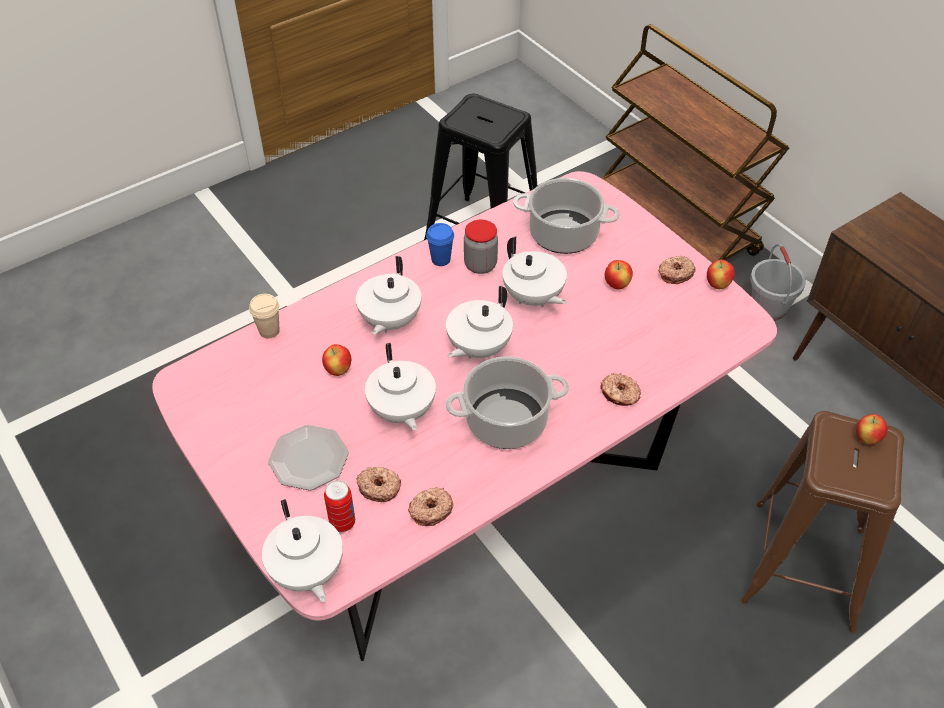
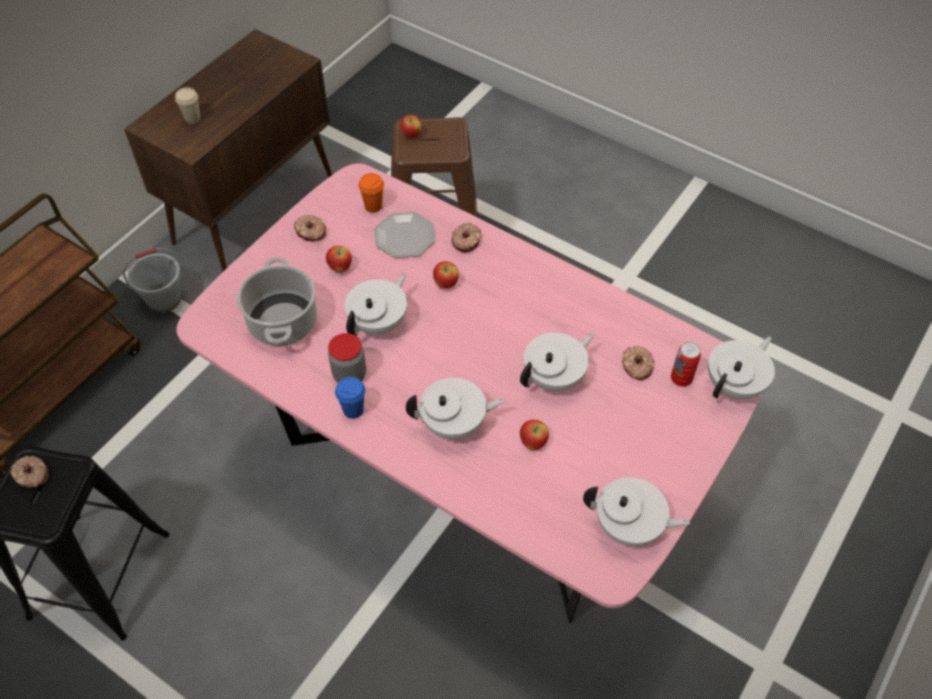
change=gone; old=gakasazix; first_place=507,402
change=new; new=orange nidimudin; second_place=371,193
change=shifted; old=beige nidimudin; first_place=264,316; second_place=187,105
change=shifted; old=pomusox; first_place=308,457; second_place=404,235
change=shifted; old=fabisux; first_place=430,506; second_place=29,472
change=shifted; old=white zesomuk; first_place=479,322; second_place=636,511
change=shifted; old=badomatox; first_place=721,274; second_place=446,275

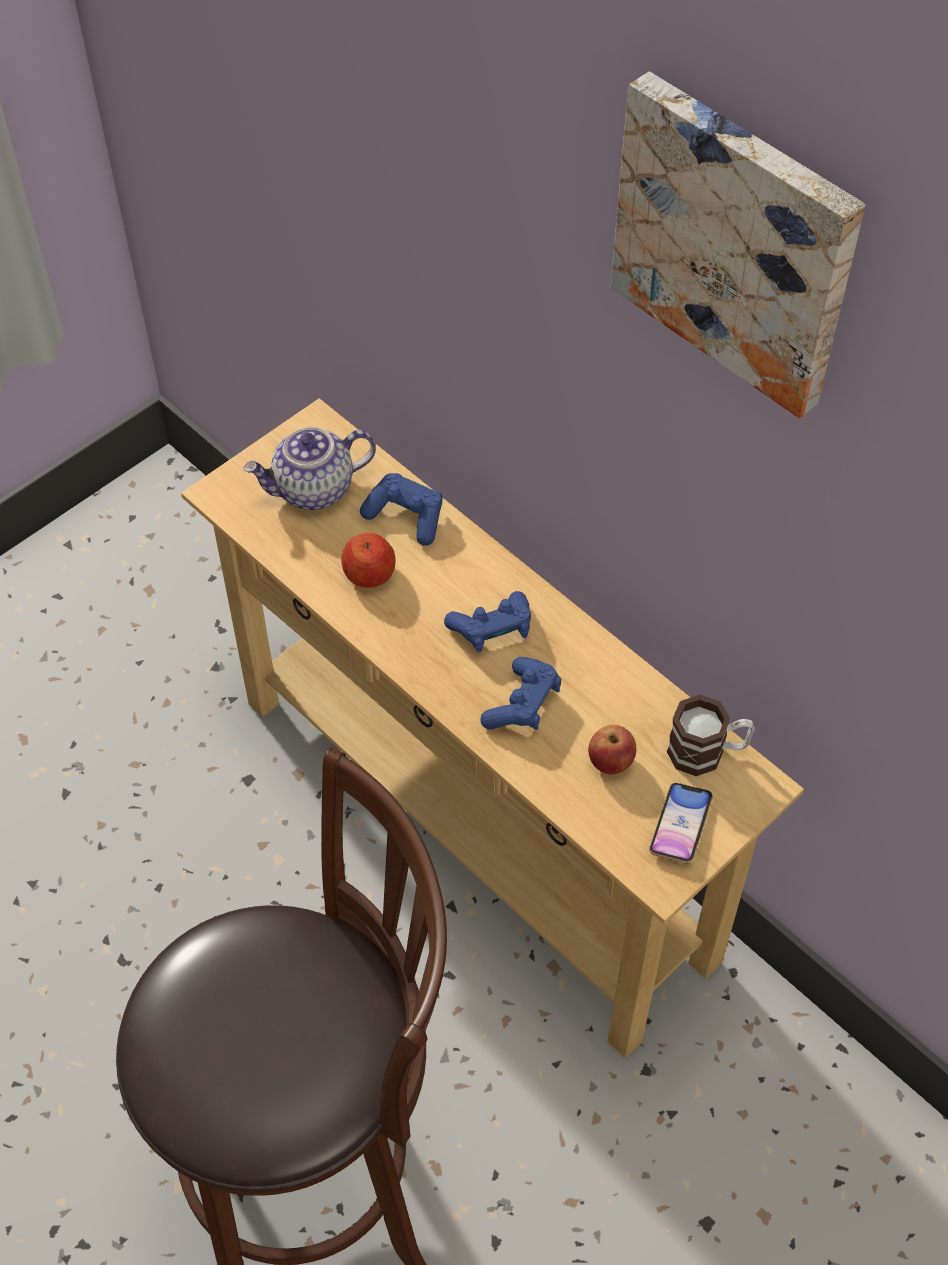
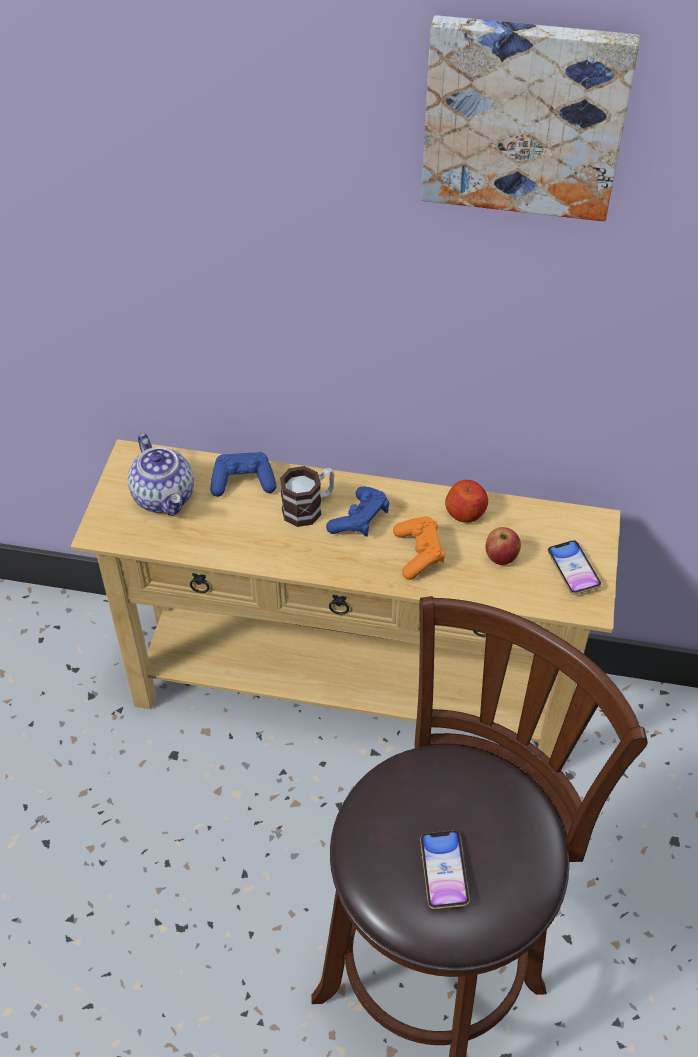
change=new; new=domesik; second_place=445,869
change=shifted; old=badomatox; first_place=368,560; second_place=466,501
change=shifted; old=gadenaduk; first_place=711,736; second_place=307,496
change=repainted; old=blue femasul; new=orange femasul; first_place=520,693; second_place=419,548
change=rotated; old=zesomuk; first_place=309,468; second_place=161,475; degrees=-60

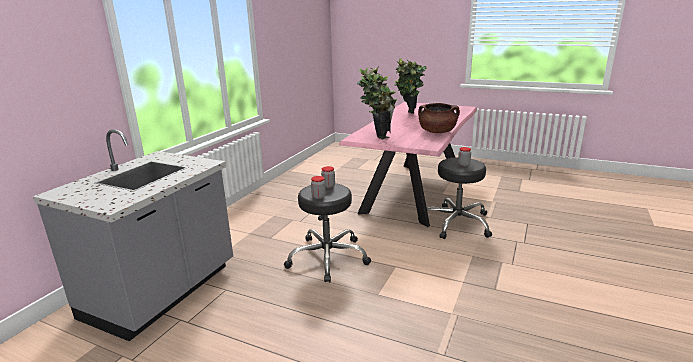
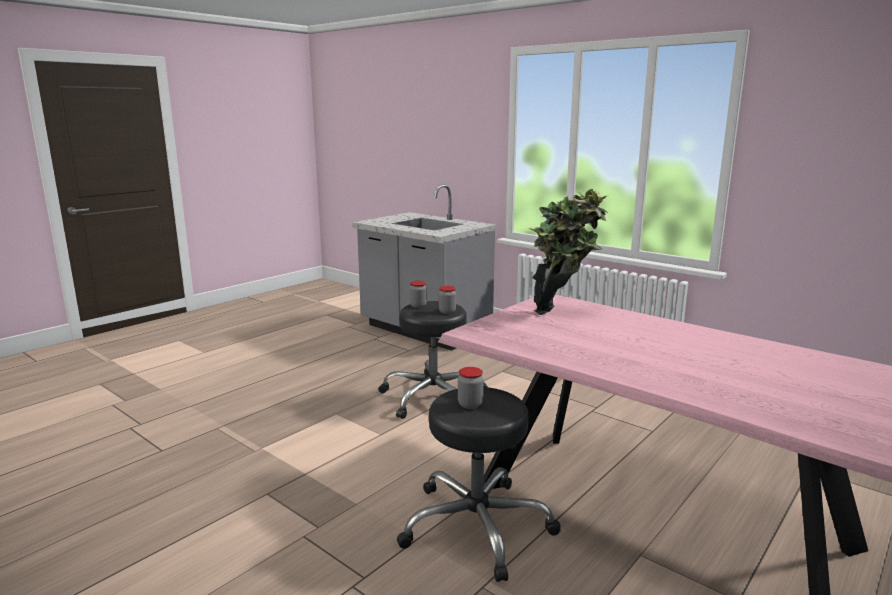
change=gone; old=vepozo; first_place=410,86
change=gone; old=brown gakasazix; first_place=439,118

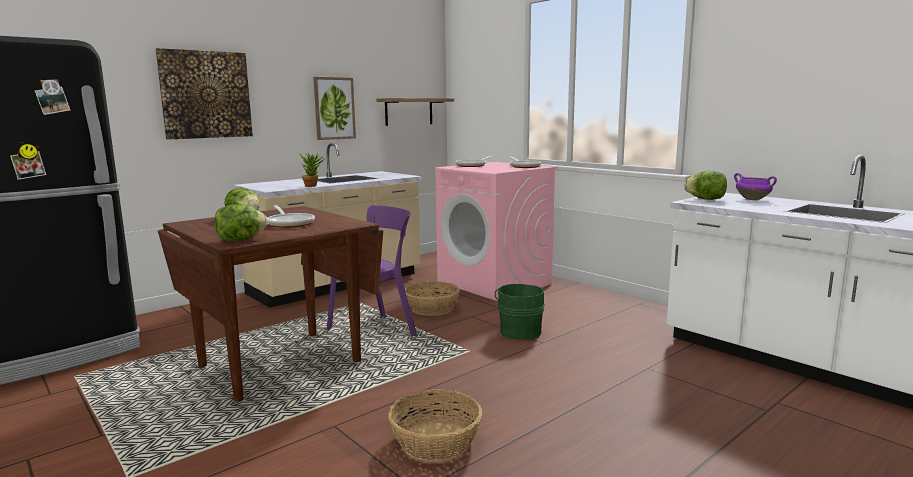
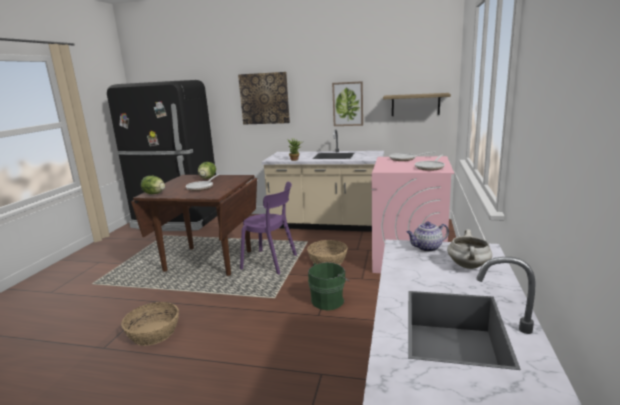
change=swapped; old=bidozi; new=zesomuk; first_place=705,185; second_place=427,236
change=repainted; old=purple gakasazix; new=white gakasazix; first_place=755,186; second_place=469,249

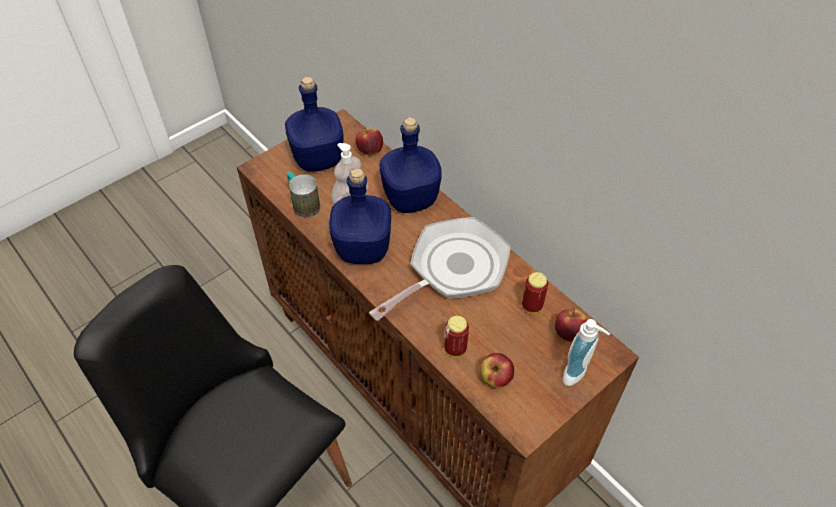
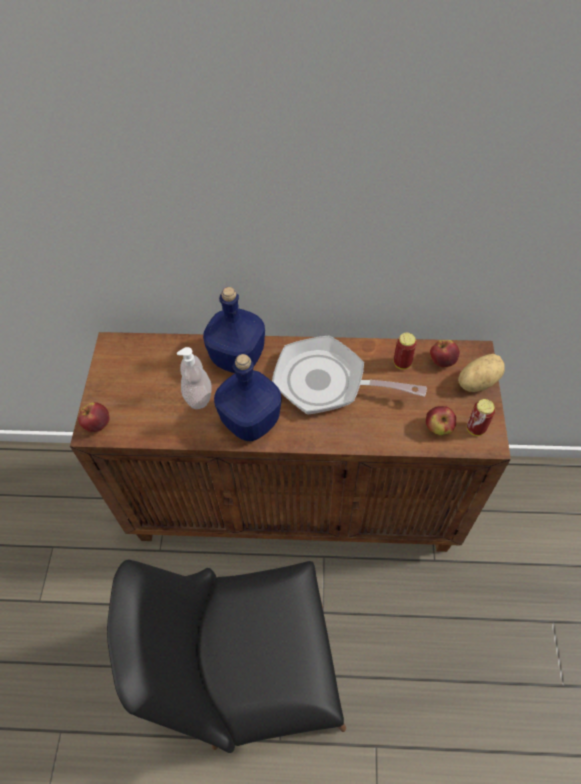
change=gone; old=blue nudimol; first_place=314,124
change=gone; old=gadenaduk; first_place=303,195
change=shifted; old=badomatox; first_place=369,141; second_place=93,417
change=shifted; old=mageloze; first_place=456,336; second_place=481,417
change=swapped; old=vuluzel; new=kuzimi; first_place=586,352; second_place=481,373
change=rotated; old=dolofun; first_place=440,269; second_place=349,375; degrees=-75

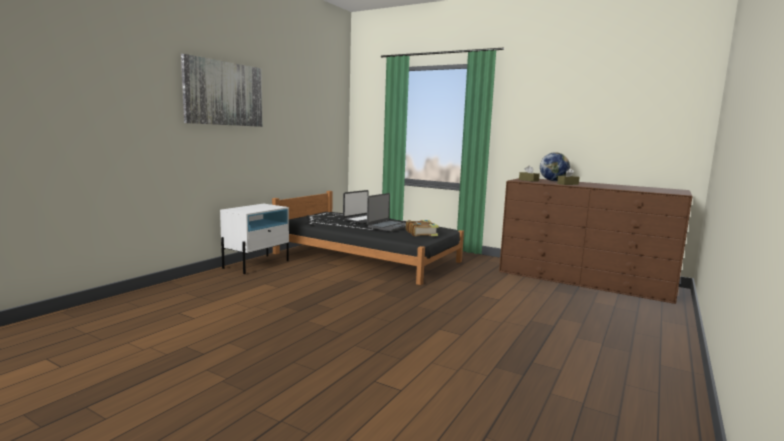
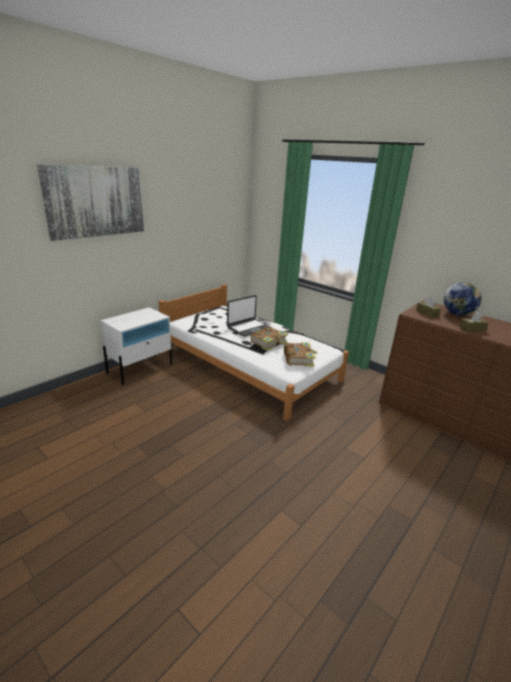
change=swapped; old=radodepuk; new=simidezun; first_place=386,212; second_place=269,339
change=repainted; old=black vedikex; new=white vedikex; first_place=368,238; second_place=254,352

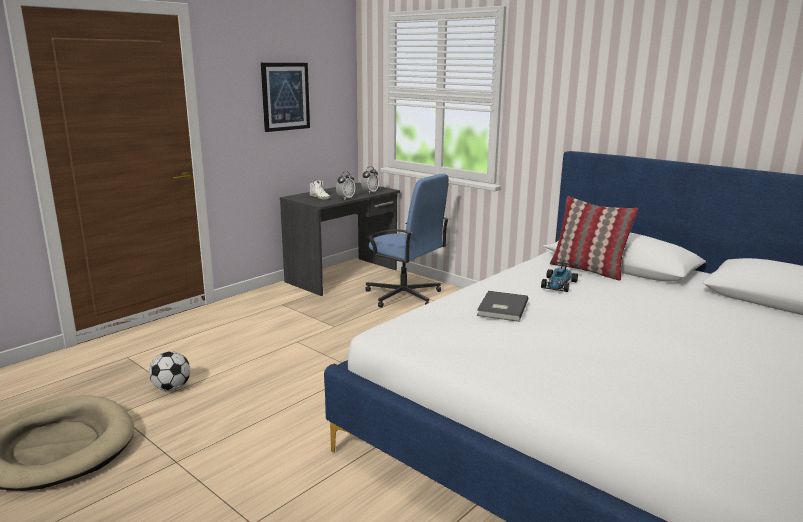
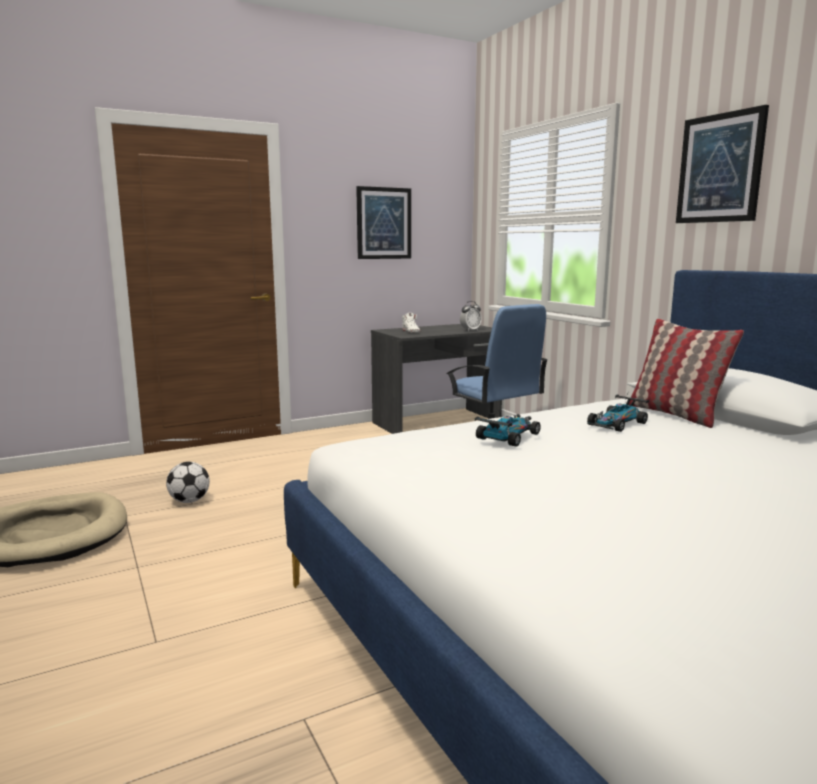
change=gone; old=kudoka; first_place=345,185
change=new; new=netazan; second_place=722,164
change=swapped; old=grey simidezun; new=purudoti; first_place=502,306; second_place=508,430

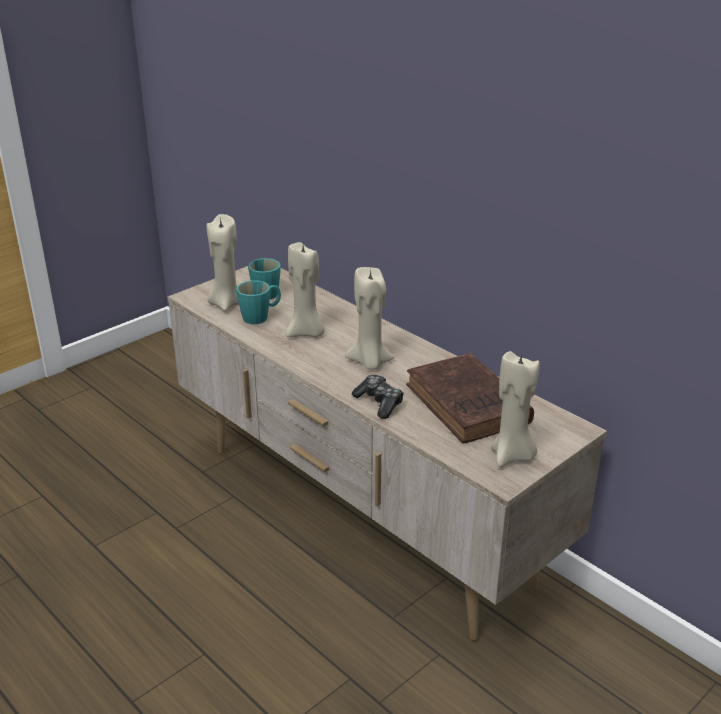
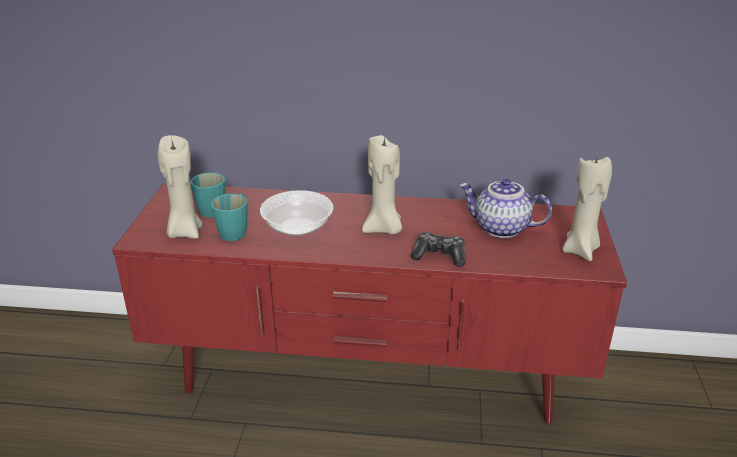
change=swapped; old=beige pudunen; new=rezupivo; first_place=305,289; second_place=296,213
change=swapped; old=brown simidezun; new=zesomuk; first_place=470,398; second_place=505,208
change=repainted; old=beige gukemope; new=red gukemope; first_place=387,453; second_place=369,303

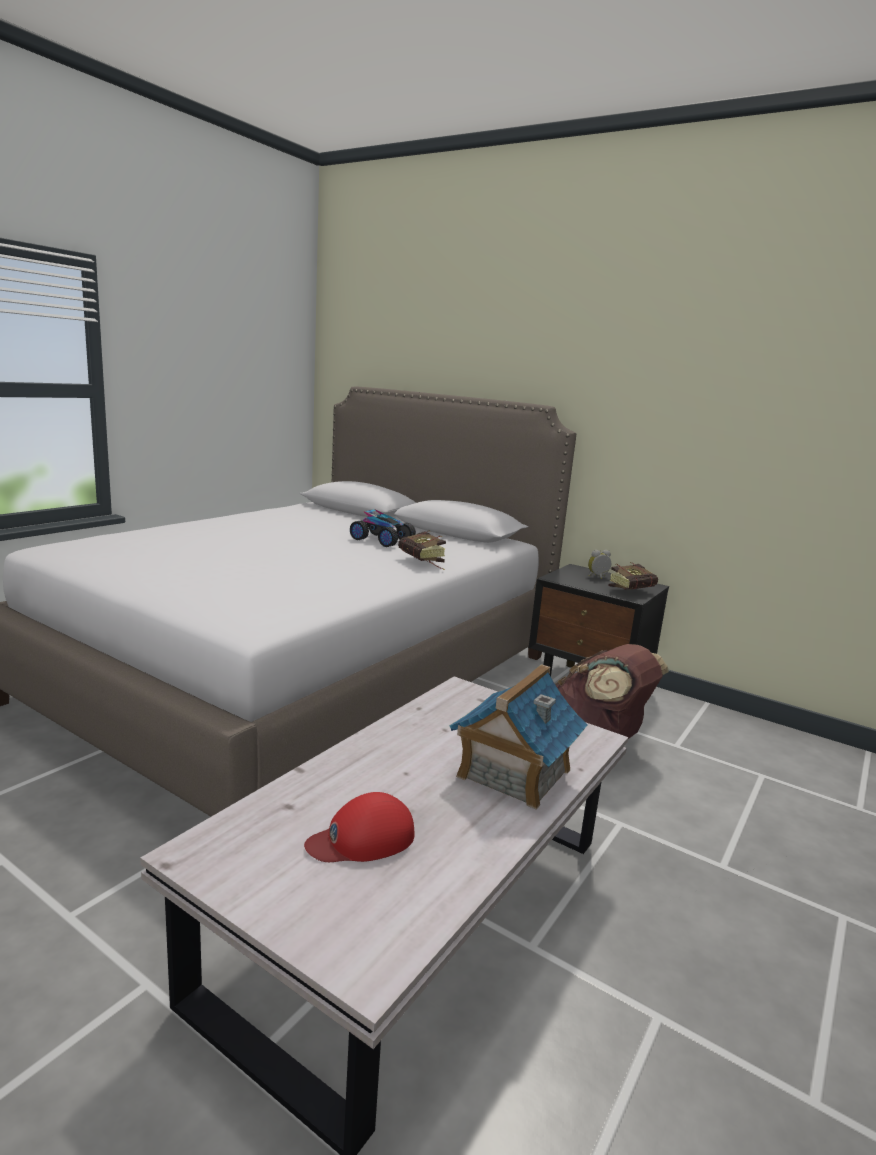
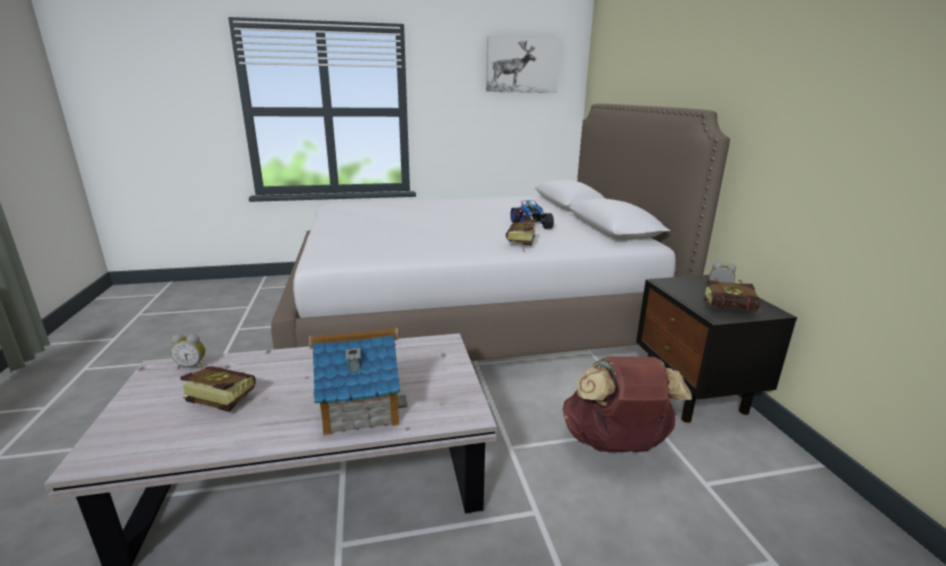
change=new; new=kudoka; second_place=187,351
change=new; new=netazan; second_place=523,64
change=swapped; old=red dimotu; new=simidezun; first_place=359,827; second_place=218,389

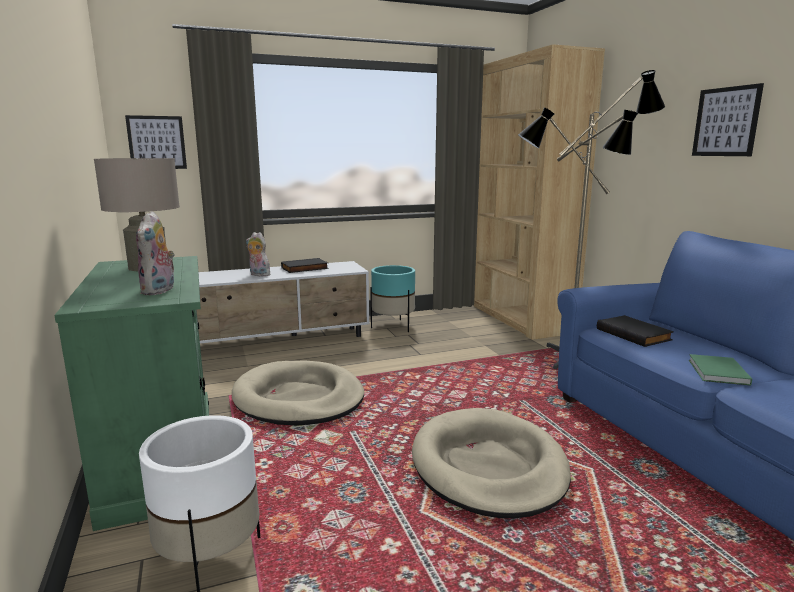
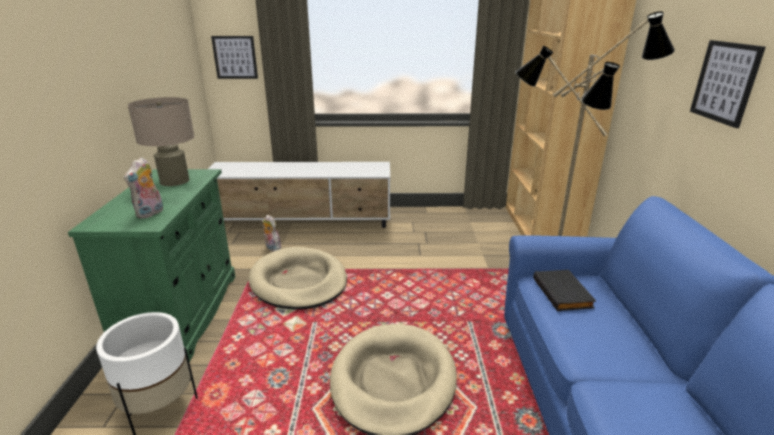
change=gone; old=black simidezun; first_place=305,265
change=gone; old=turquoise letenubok; first_place=392,298
change=gone; old=green simidezun; first_place=720,370
change=shifted; old=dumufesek; first_place=258,254; second_place=272,233

